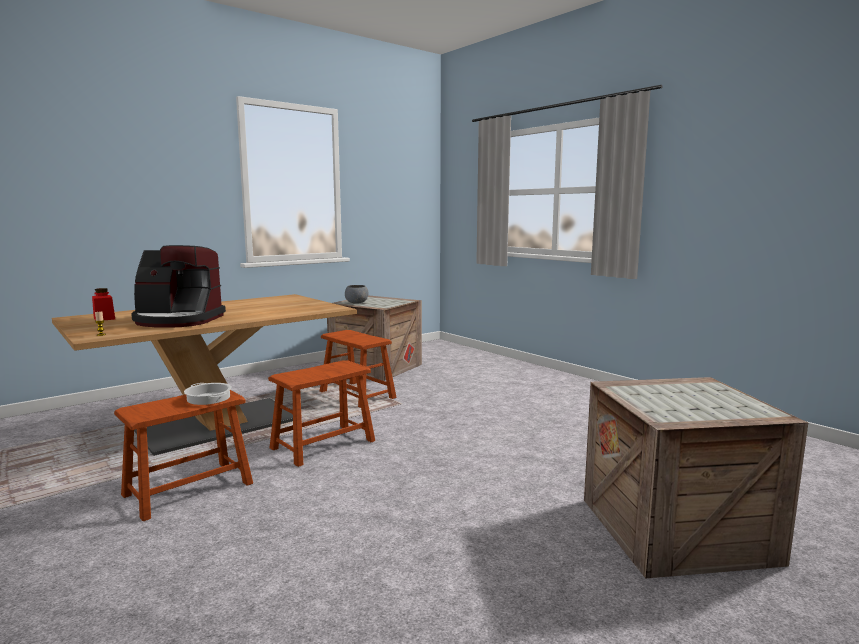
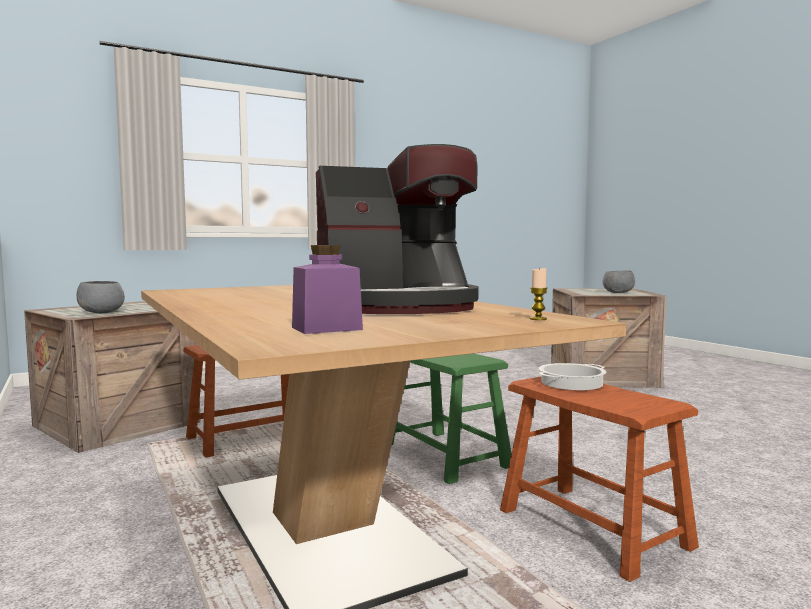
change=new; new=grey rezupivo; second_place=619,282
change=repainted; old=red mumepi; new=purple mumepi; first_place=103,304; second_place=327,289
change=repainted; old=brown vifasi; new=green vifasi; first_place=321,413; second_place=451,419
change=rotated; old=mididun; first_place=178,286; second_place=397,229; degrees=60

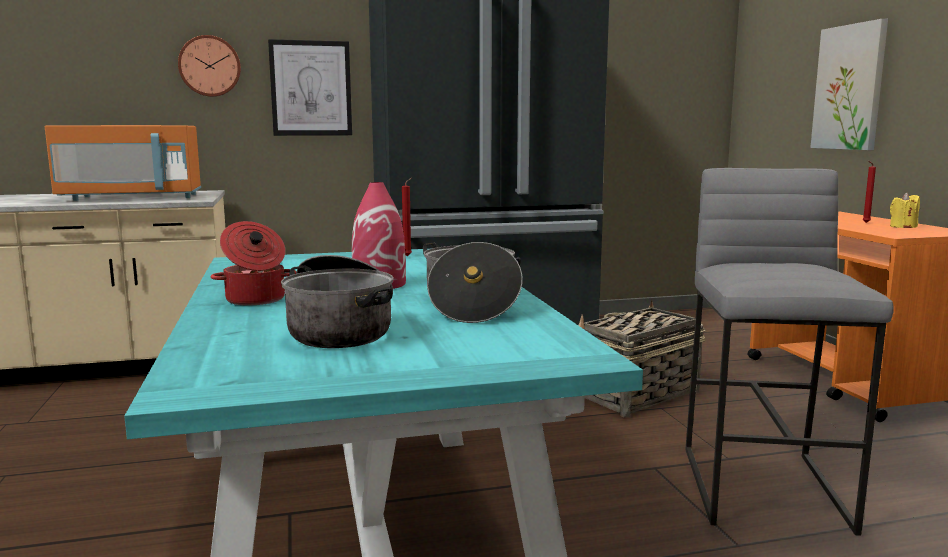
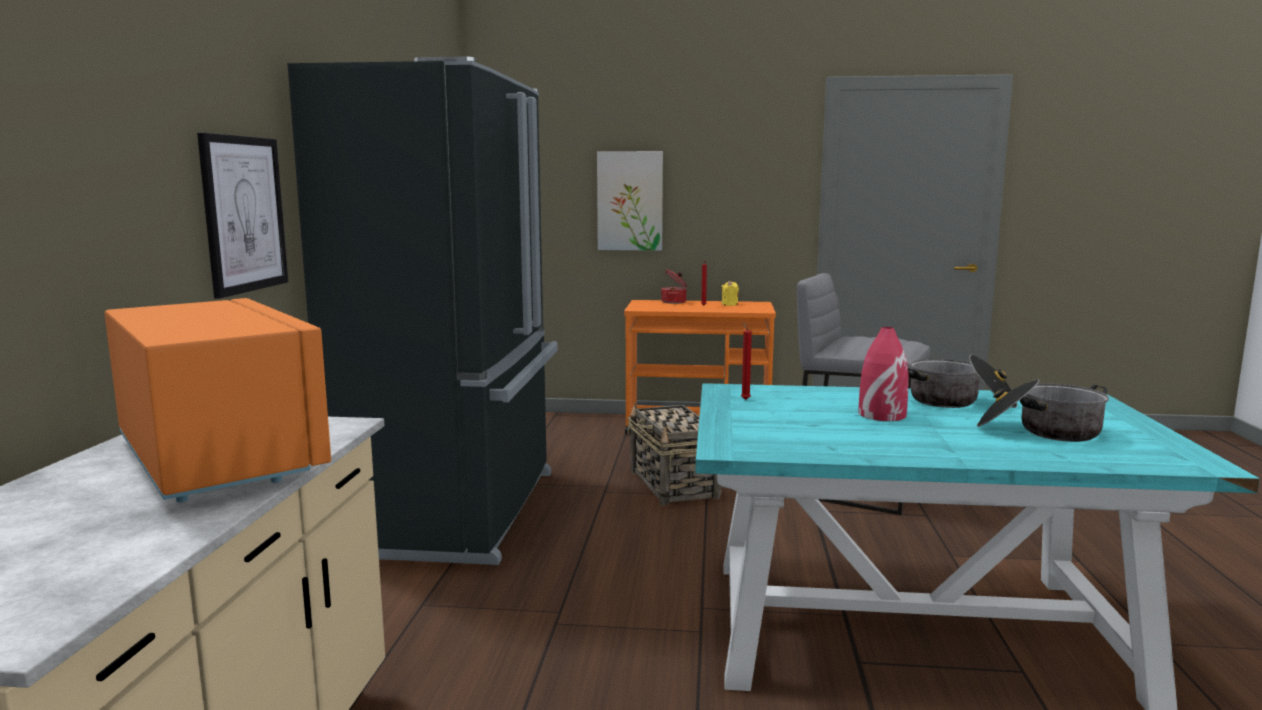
change=gone; old=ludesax; first_place=209,66
change=shifted; old=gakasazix; first_place=253,263; second_place=674,286
change=rotated; old=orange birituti; first_place=123,163; second_place=217,400; degrees=-45

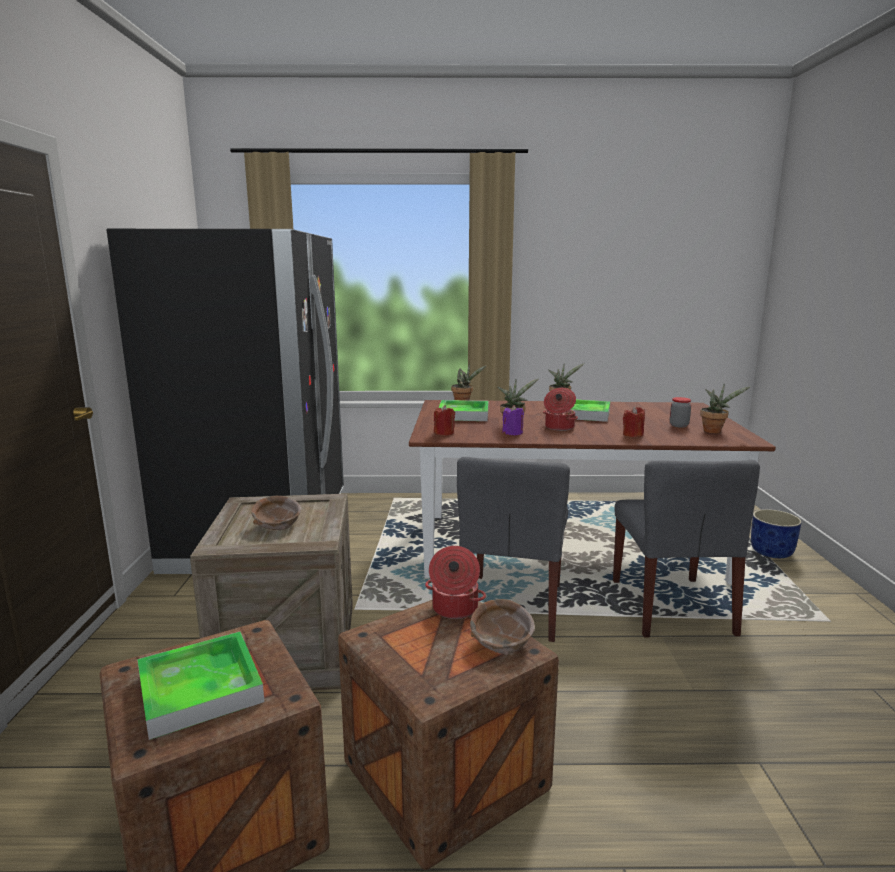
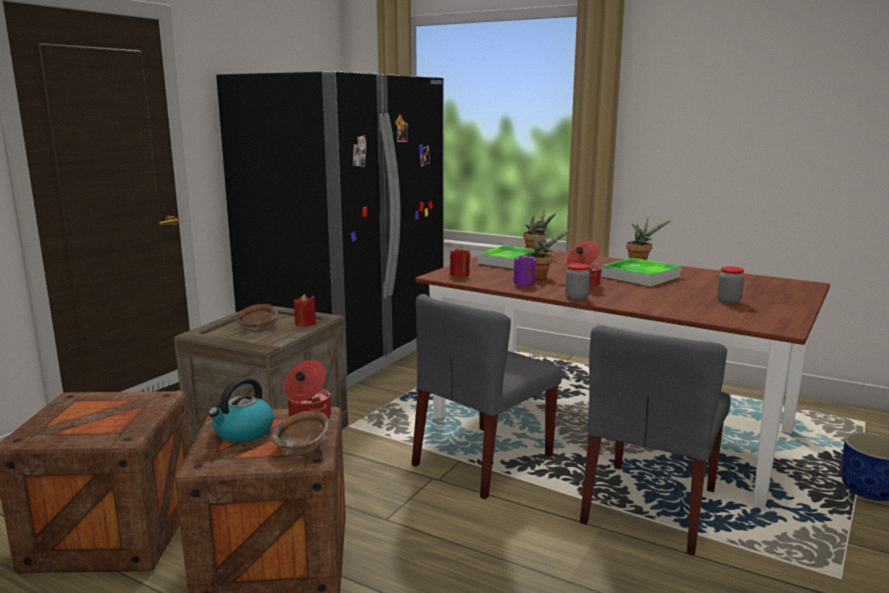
change=gone; old=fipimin; first_place=200,686
change=gone; old=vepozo; first_place=725,408
change=new; new=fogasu; second_place=241,409
change=new; new=mumepi; second_place=578,281
change=shifted; old=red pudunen; first_place=634,421; second_place=305,310

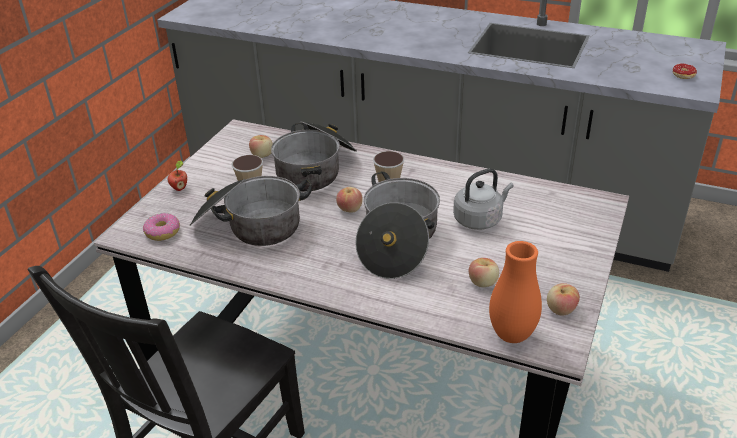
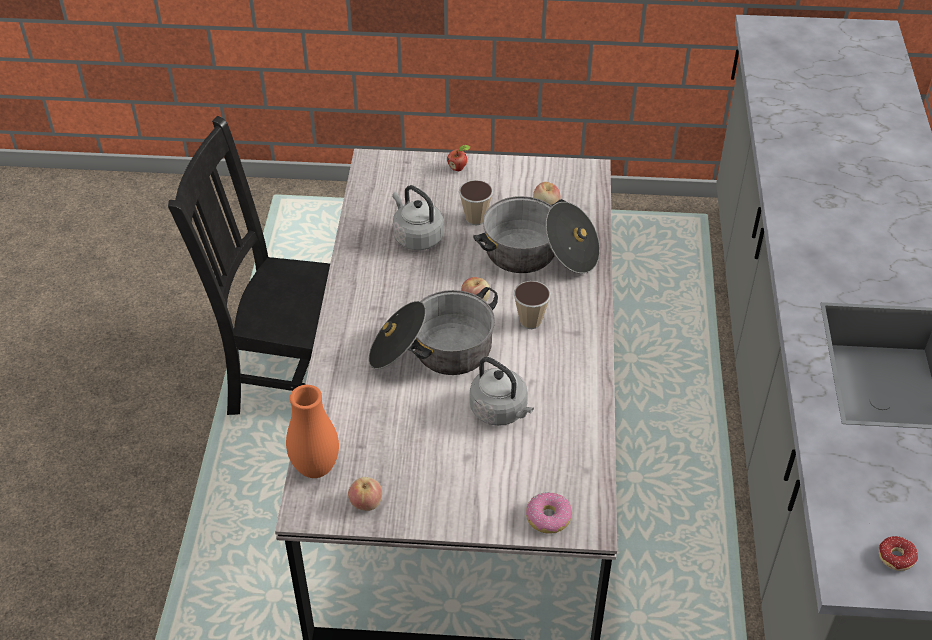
change=gone; old=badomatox; first_place=484,272
change=shifted; old=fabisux; first_place=161,227; second_place=549,513
change=swapped; old=gakasazix; new=grey fogasu; first_place=251,211; second_place=418,217

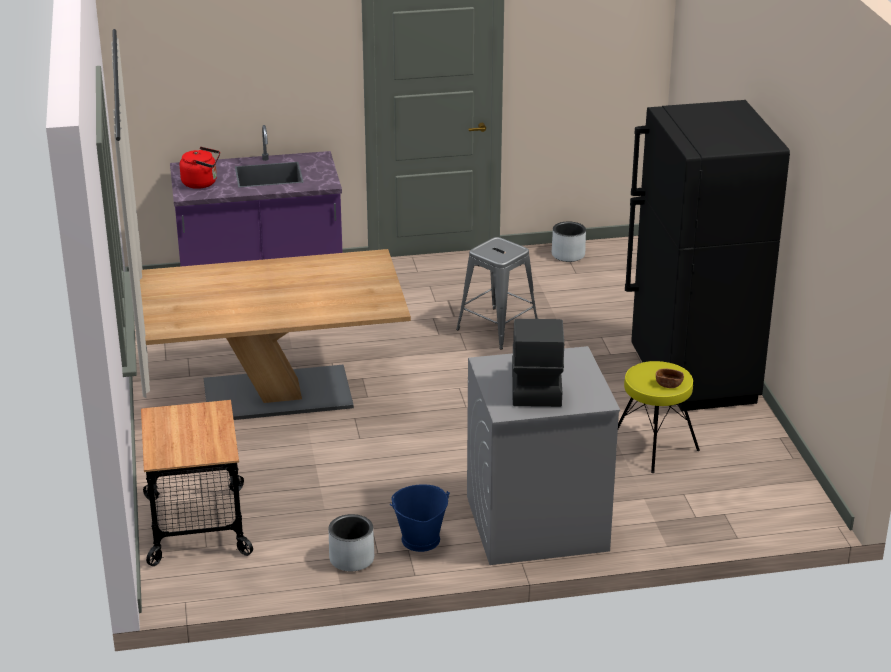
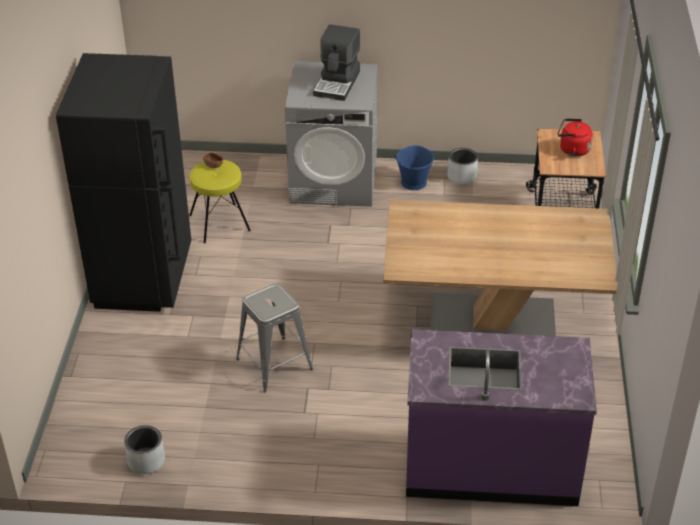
change=shifted; old=red fogasu; first_place=200,168; second_place=575,137

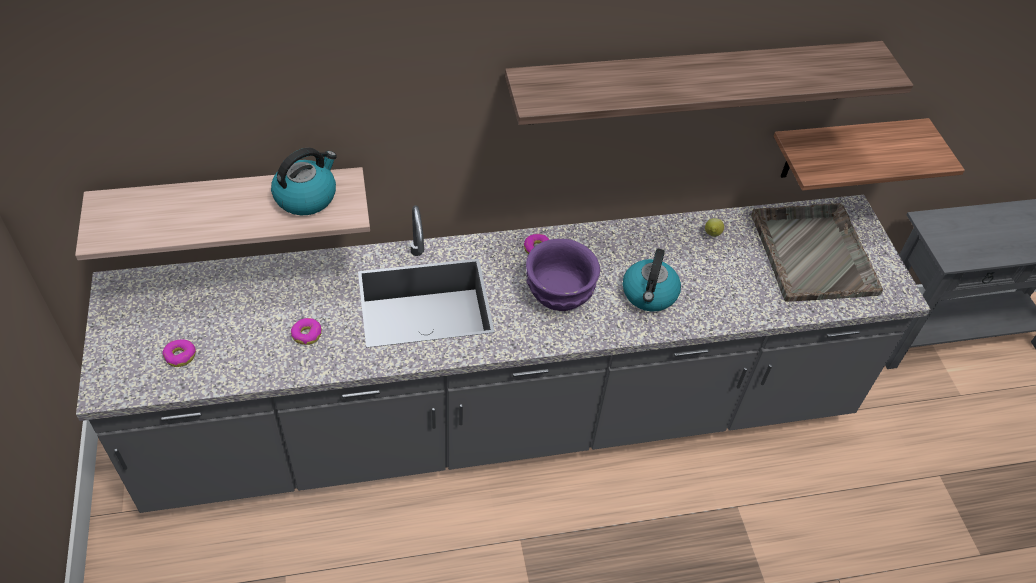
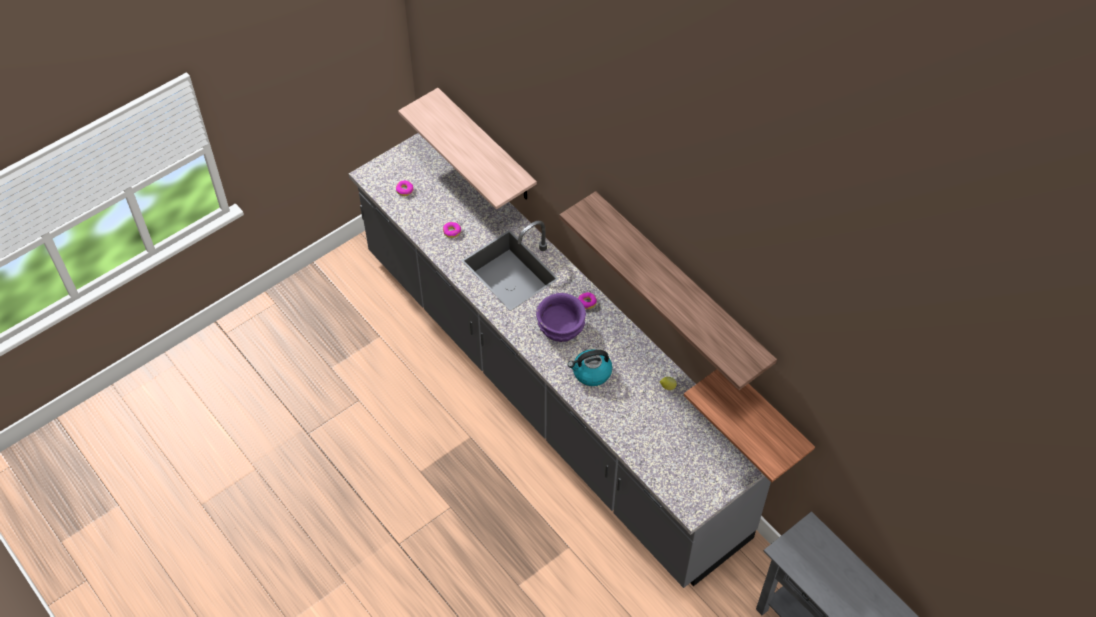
change=gone; old=fogasu; first_place=304,181
change=gone; old=grey fipimin; first_place=817,252

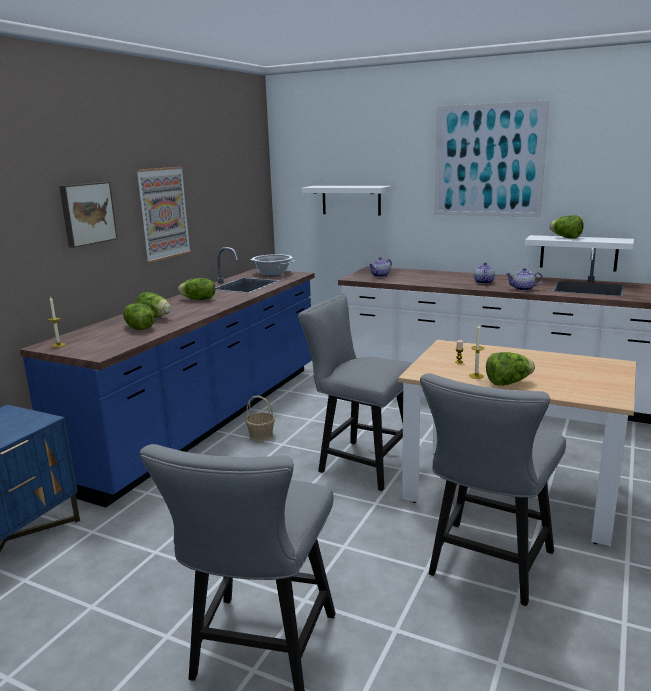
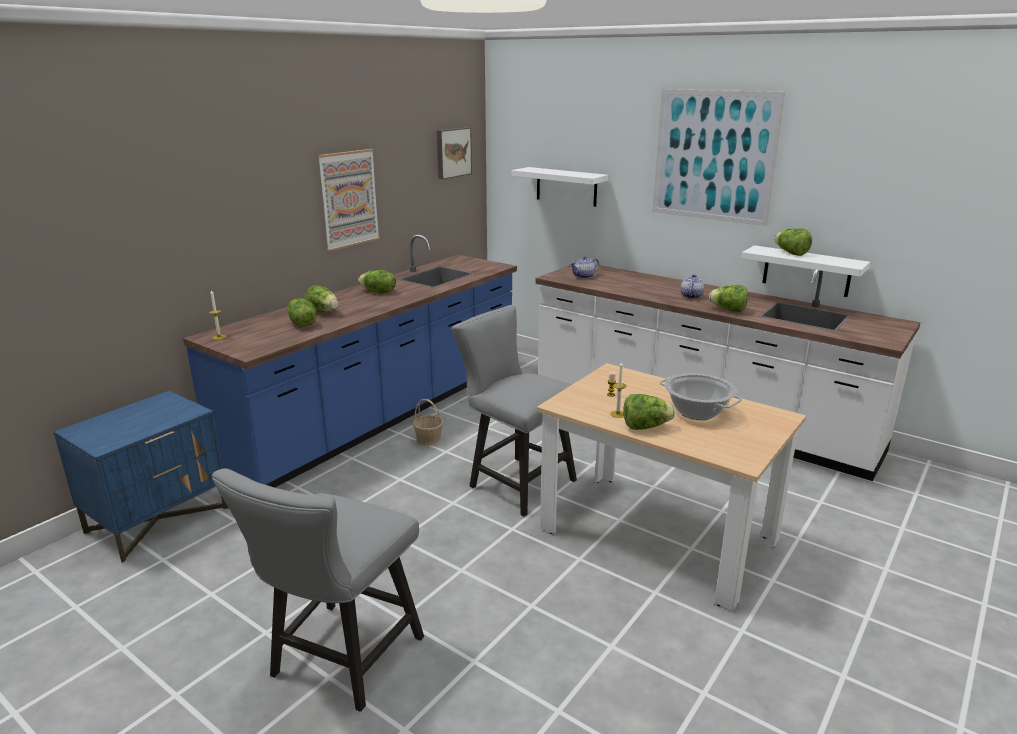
change=gone; old=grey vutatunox; first_place=493,489
change=shifted; old=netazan; first_place=88,215; second_place=454,153
change=shifted; old=gakasazix; first_place=272,265; second_place=700,396
change=swapped; old=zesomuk; new=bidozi; first_place=524,279; second_place=728,298

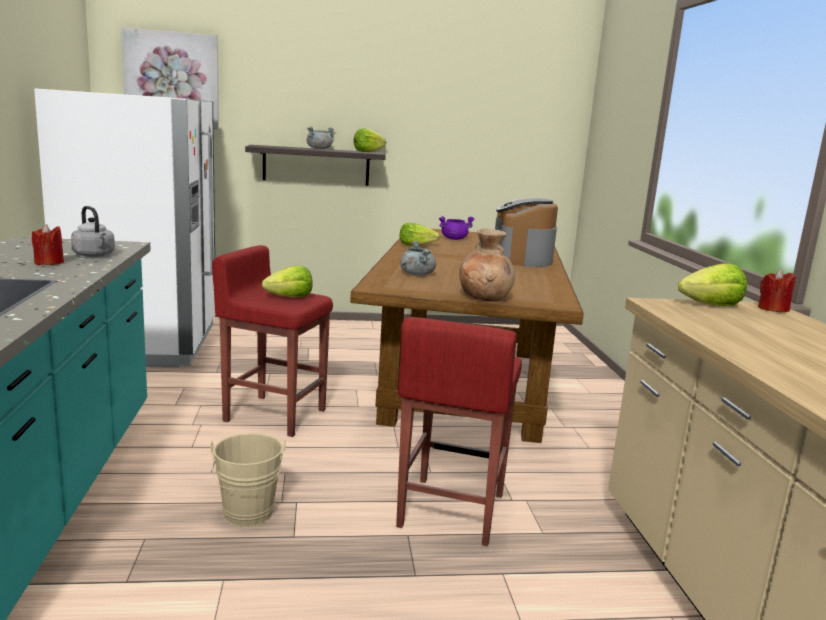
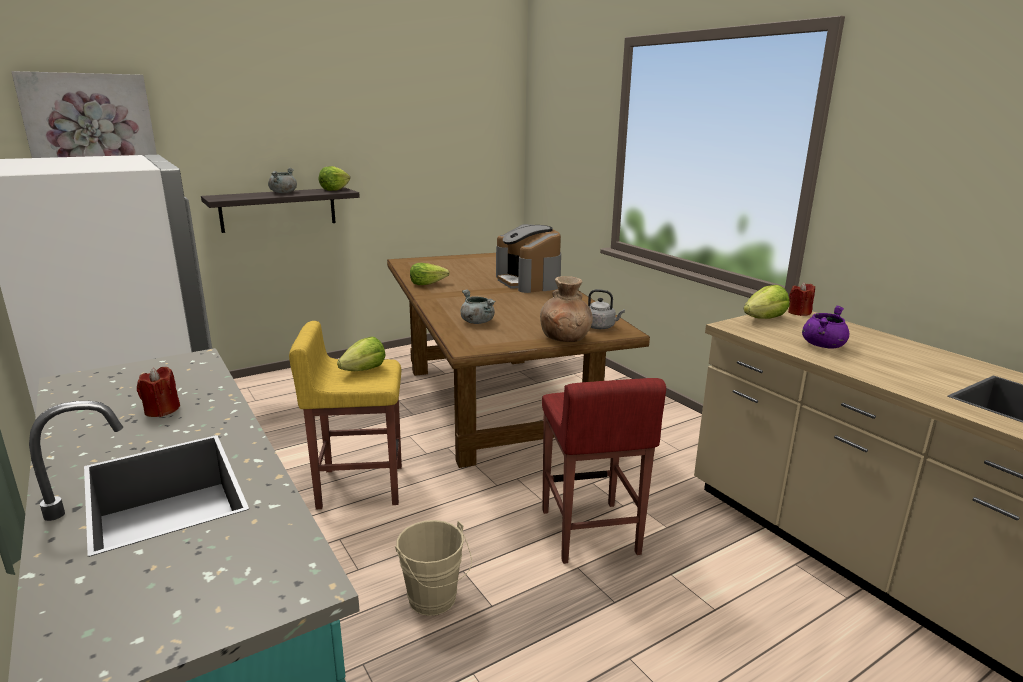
change=shifted; old=grey fogasu; first_place=93,231; second_place=606,309
change=shifted; old=purple gakasazix; first_place=457,228; second_place=825,327
change=repainted; old=red vifasi; new=yellow vifasi; first_place=272,341; second_place=345,415

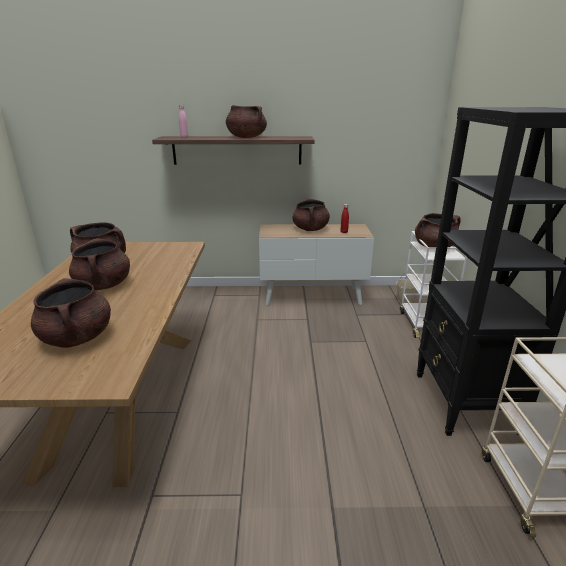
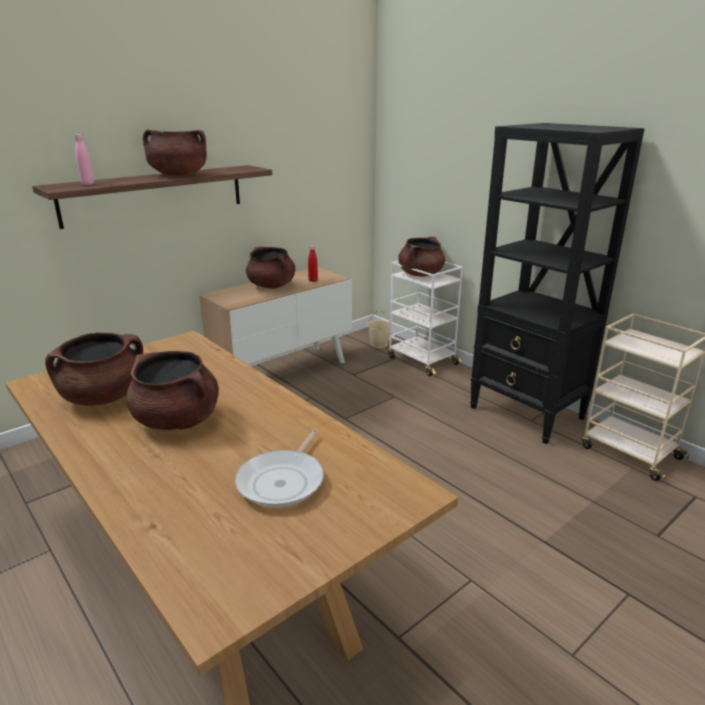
change=swapped; old=brown gakasazix; new=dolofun; first_place=71,313; second_place=279,468

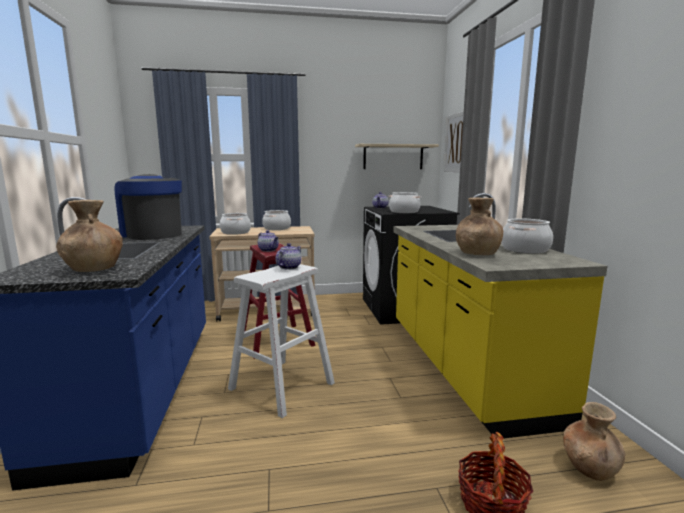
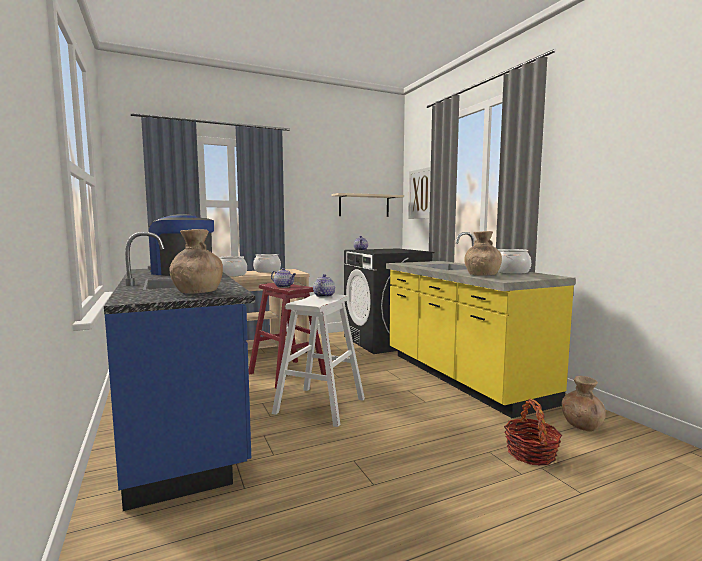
change=gone; old=gakasazix; first_place=405,202

